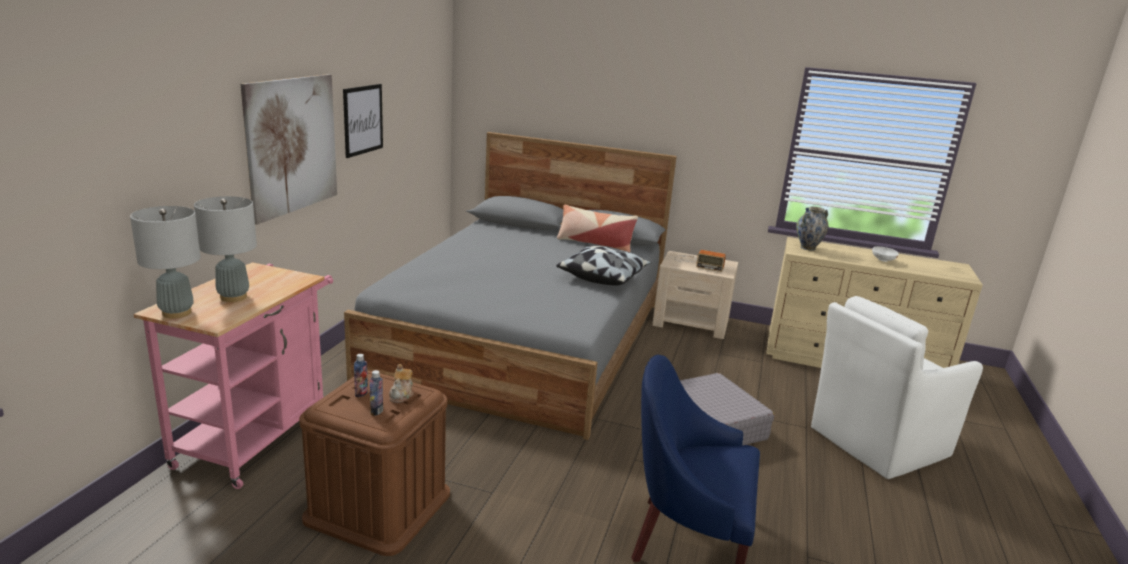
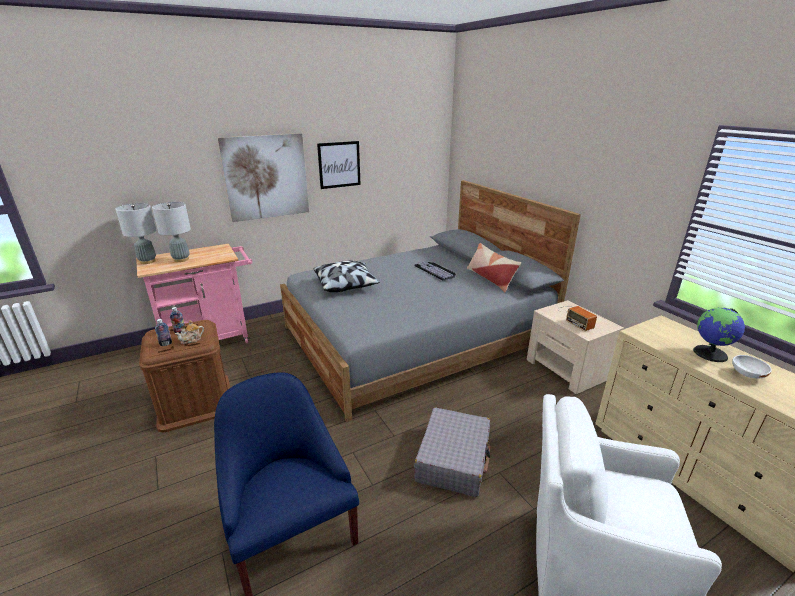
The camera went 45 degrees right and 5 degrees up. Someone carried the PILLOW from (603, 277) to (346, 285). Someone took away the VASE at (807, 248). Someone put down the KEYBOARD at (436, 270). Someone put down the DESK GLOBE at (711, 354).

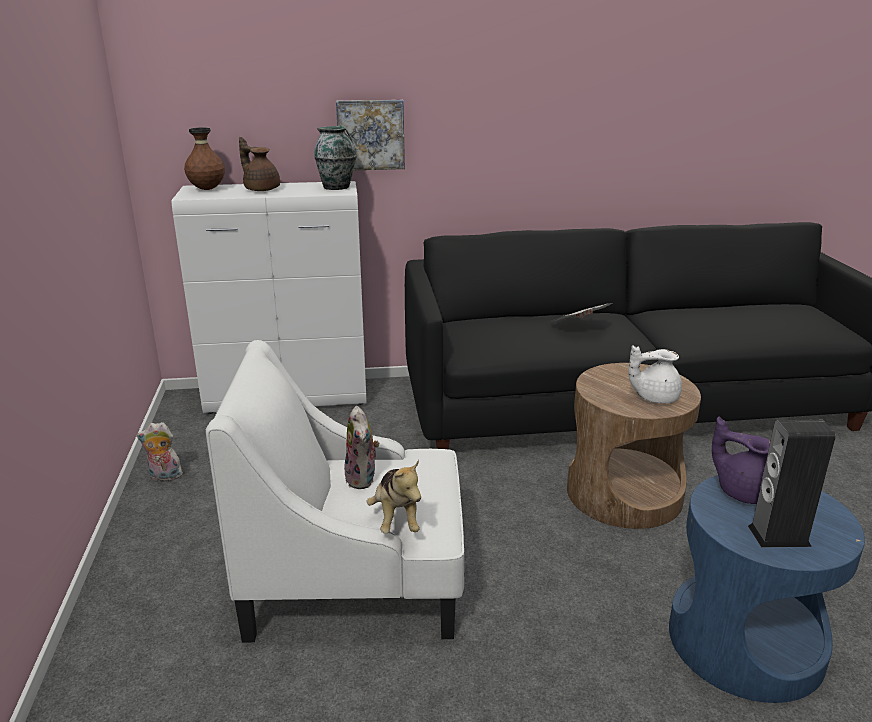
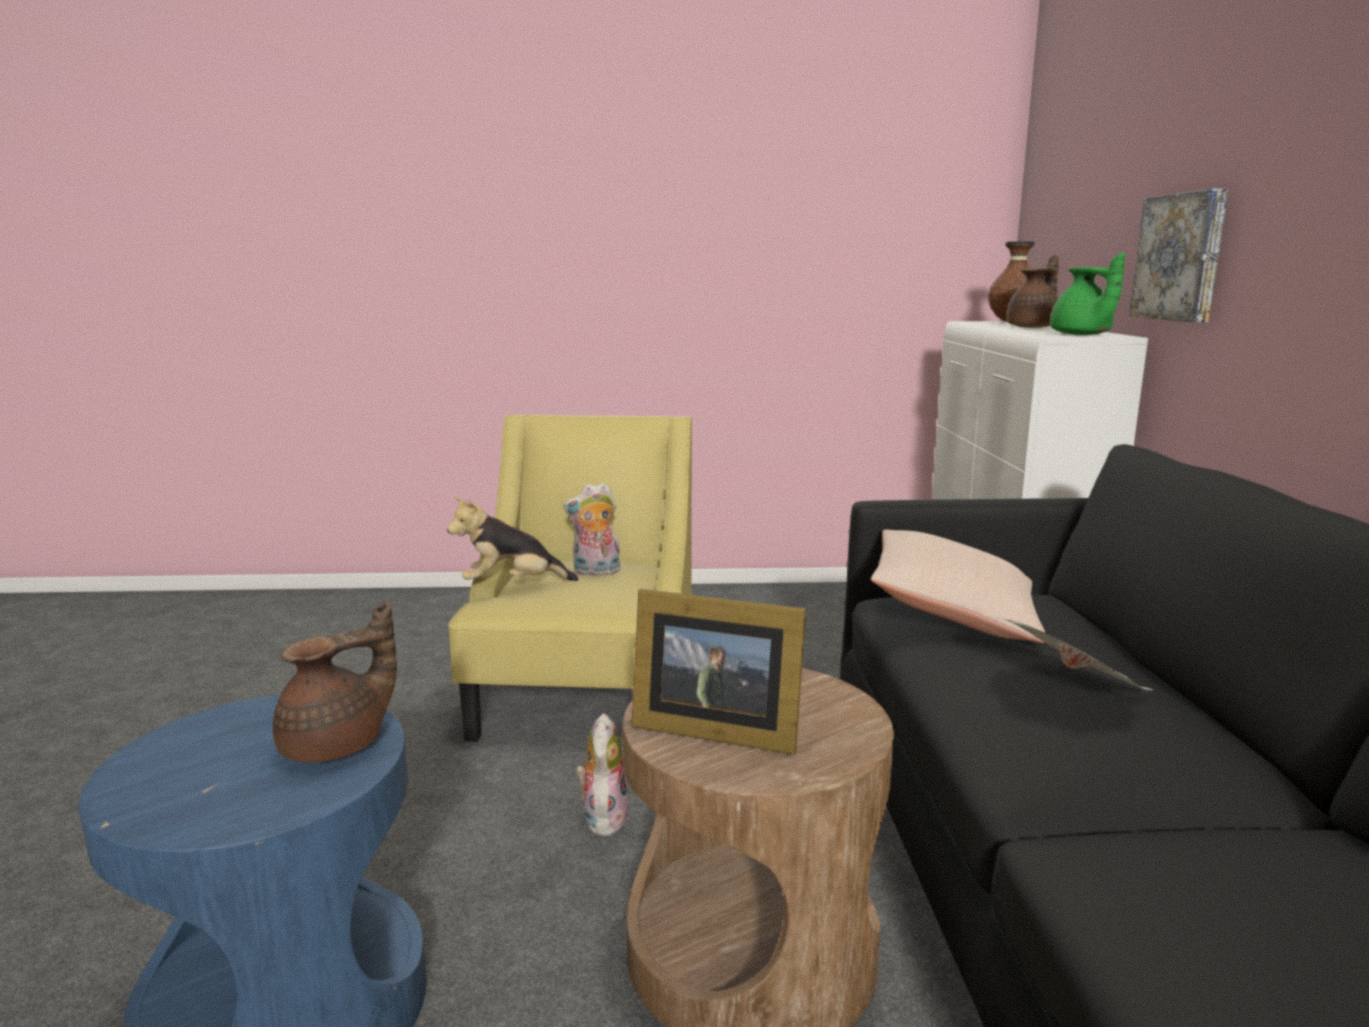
The camera went 95 degrees right and 10 degrees down. Someone carried the PLUSH TOY from (164, 477) to (603, 818). Someone repainted the WHITISH ARMCHAIR at (356, 579), which became the YELLOW-COLOURED ARMCHAIR at (588, 689). Someone swapped the VASE at (337, 187) for the GREENISH TEA POT at (1081, 335). Someone swapped the WHITISH TEA POT at (654, 397) for the PICTURE FRAME at (712, 728). Someone repainted the PURPLISH TEA POT at (742, 491), which became the BROWN TEA POT at (338, 745). Someone took away the SPEAKER at (779, 536). Someone put down the SAND-COLOURED PILLOW at (953, 613).

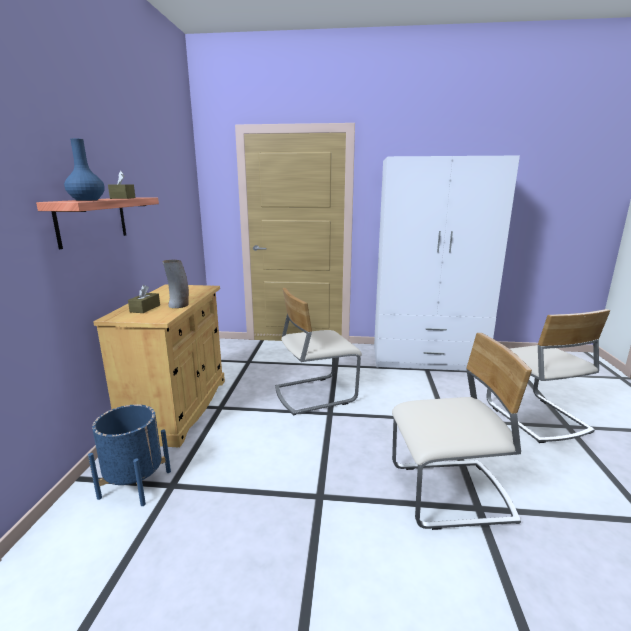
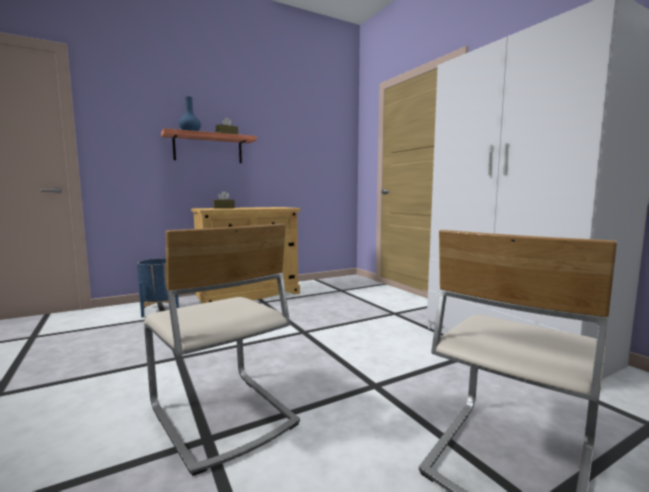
The camera went 55 degrees right and 10 degrees down. Someone took away the VASE at (179, 305). Someone took away the SAND-COLOURED UPRIGHT CHAIR at (314, 394).

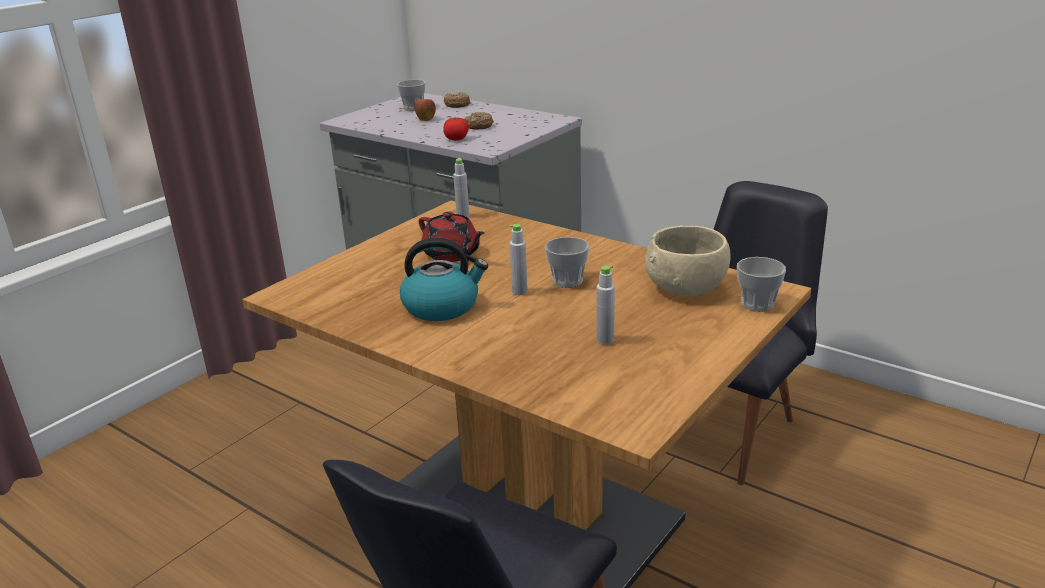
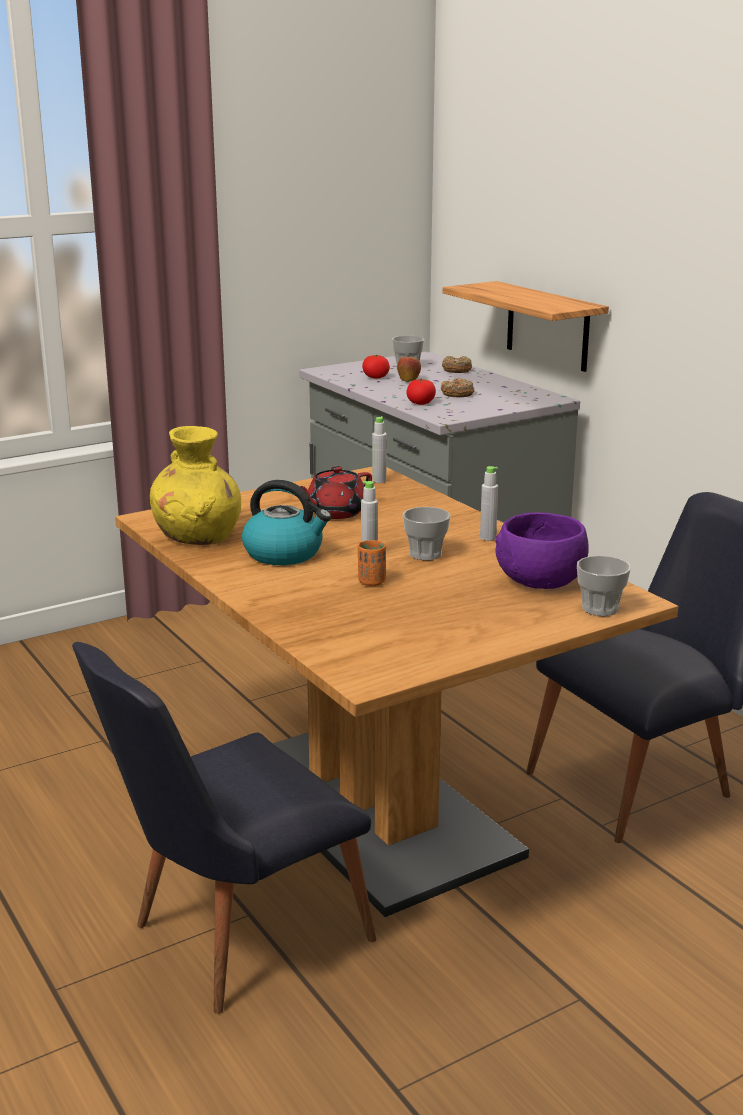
The camera went 20 degrees right and 5 degrees down. Someone rotated the RED TEA POT at (452, 255) by 75 degrees clockwise. Someone carried the GREYISH DRINK BOTTLE from (605, 340) to (488, 537). Someone repainted the SAND-COLOURED DEEP DISH at (685, 288), which became the PURPLISH DEEP DISH at (539, 582). Someone put down the YELLOW-COLOURED VASE at (198, 537). Someone put down the ORANGE CUP at (371, 582). Someone put down the WHOLE TOMATO at (375, 377). Someone put up the SHELF at (547, 326).

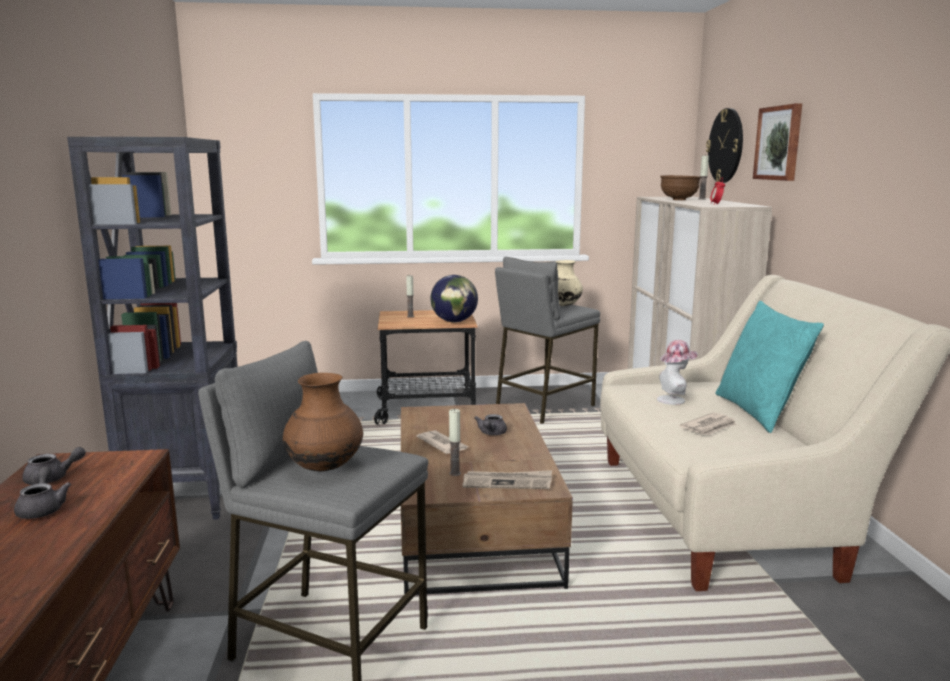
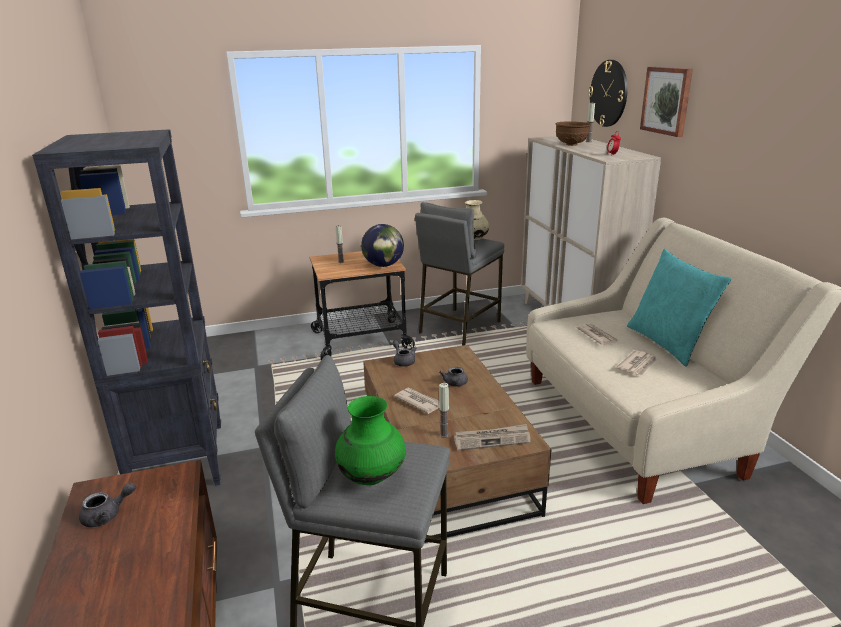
The camera went 10 degrees left and 10 degrees up. Someone carried the GREYISH TEA POT from (43, 508) to (403, 361). Someone repainted the BROWN VASE at (325, 468), which became the GREENISH VASE at (372, 476). Someone swapped the CLOTHING HAT at (674, 399) for the PRINTED PAPER at (597, 336).

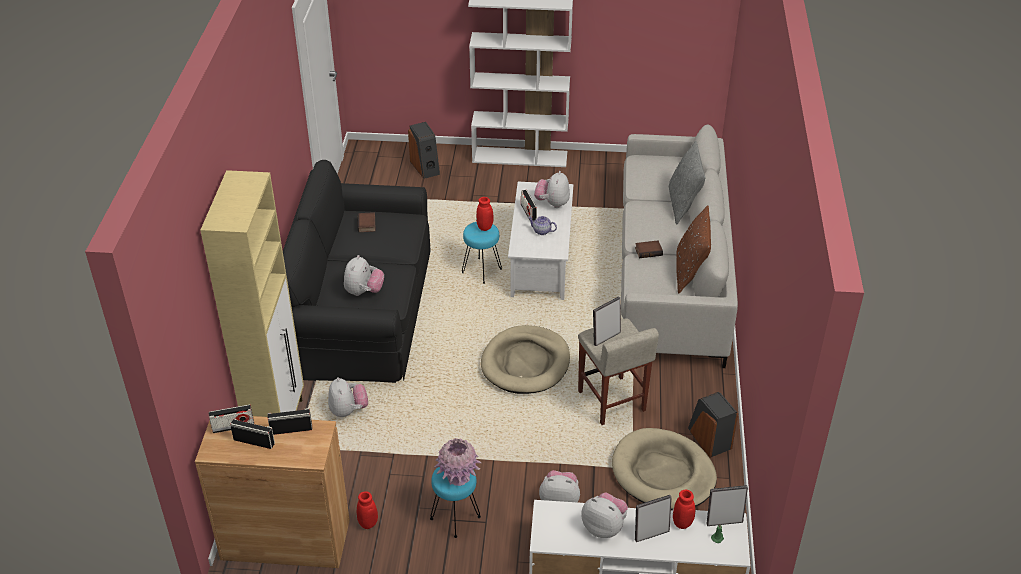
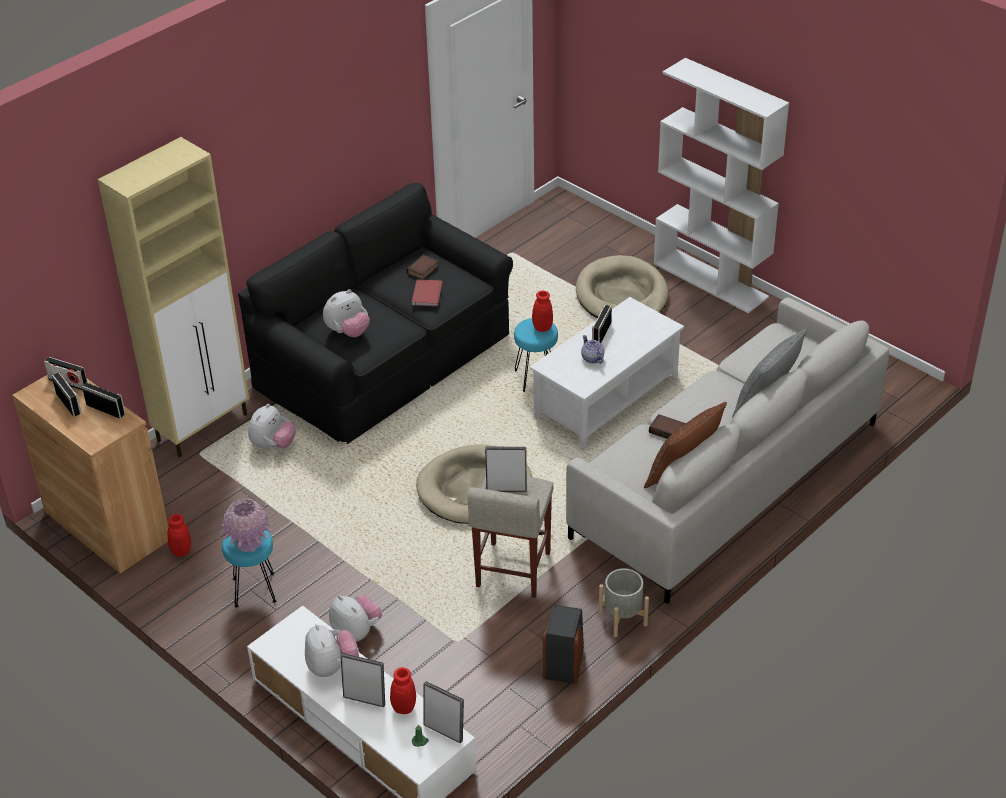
The camera went 40 degrees right and 0 degrees up. Someone took away the SPEAKER at (425, 167). Someone took away the PLUSH TOY at (552, 203). Someone carried the SAND-COLOURED DOG BED from (663, 473) to (622, 296). Someone put down the RED VOLUME at (426, 294). Someone put down the GREYISH FLOWER POT at (623, 618).

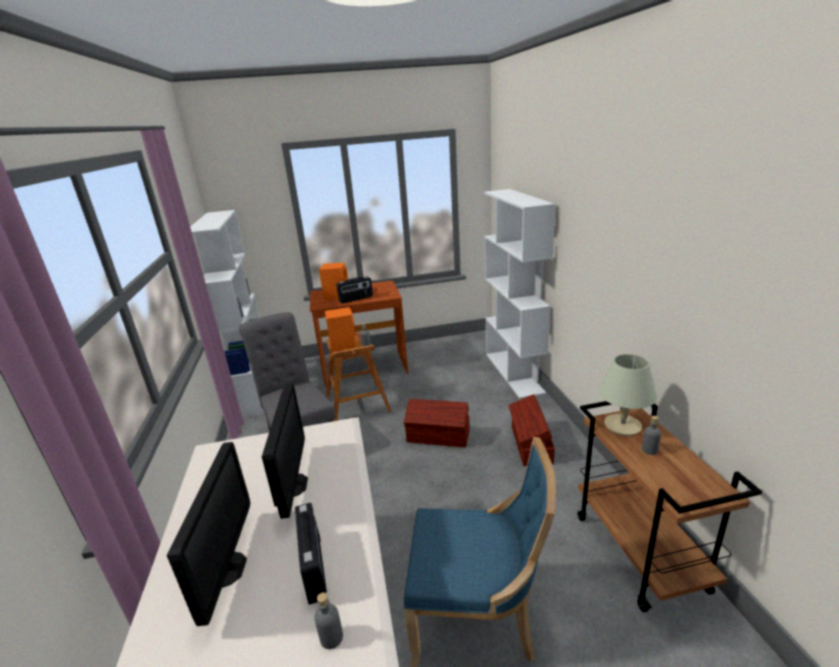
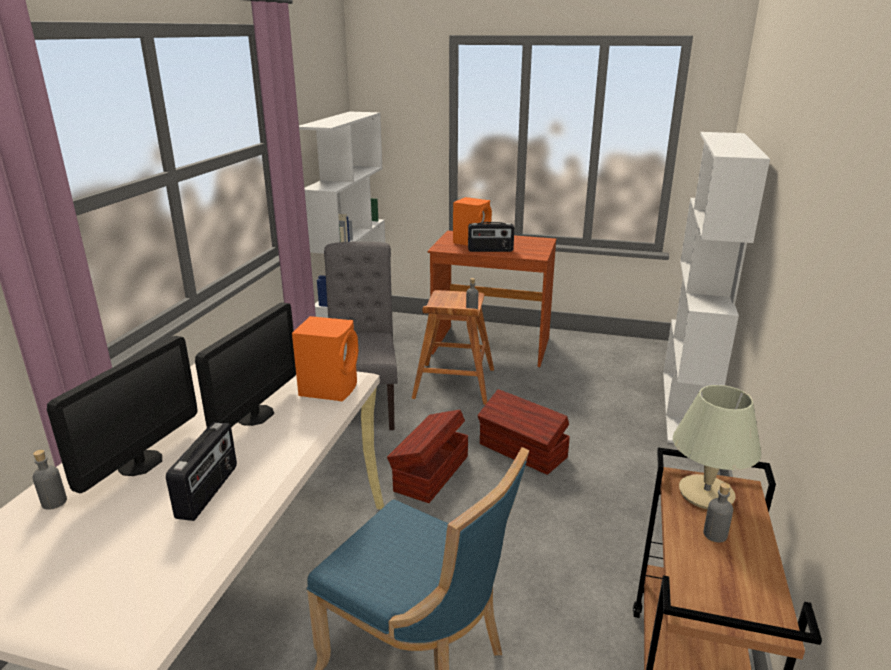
The camera went 25 degrees right and 0 degrees up. Someone carried the GREYISH DRINK BOTTLE from (331, 638) to (54, 502). Someone carried the ORANGE SPEAKER from (343, 345) to (330, 388). Someone carried the BROWN STORAGE BIN from (530, 445) to (430, 473).

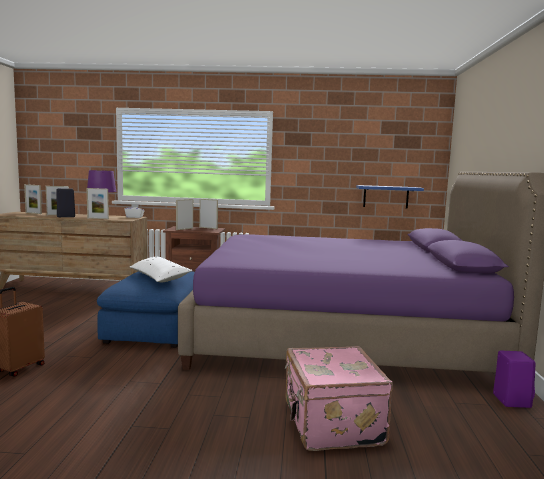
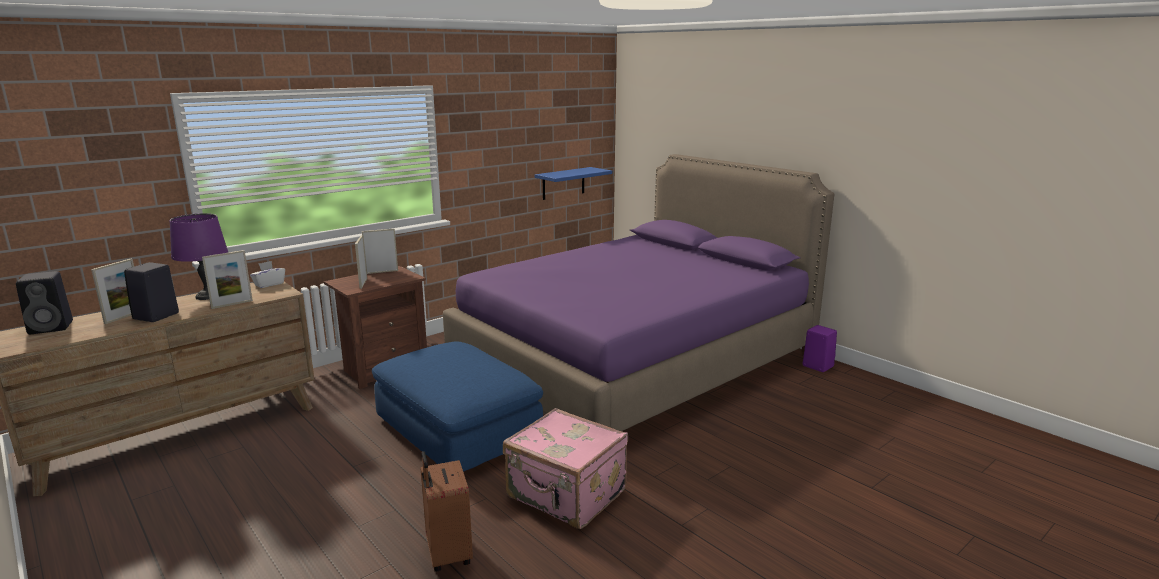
The camera went 45 degrees left and 10 degrees up. Someone swapped the PICTURE FRAME at (33, 213) for the BLACKISH SPEAKER at (52, 327). Someone took away the WHITISH PILLOW at (159, 277). Someone carried the PINKISH SUITCASE from (331, 424) to (566, 495).

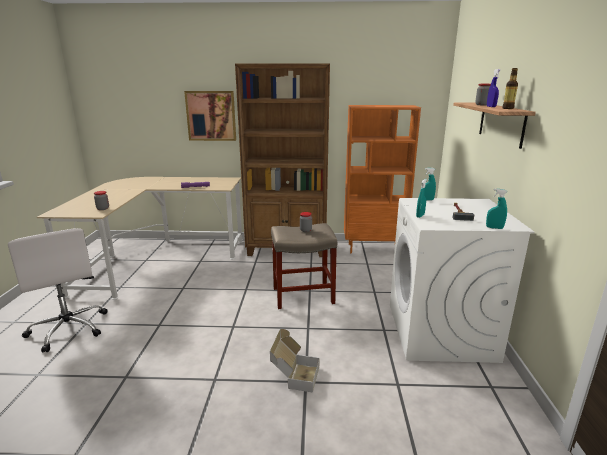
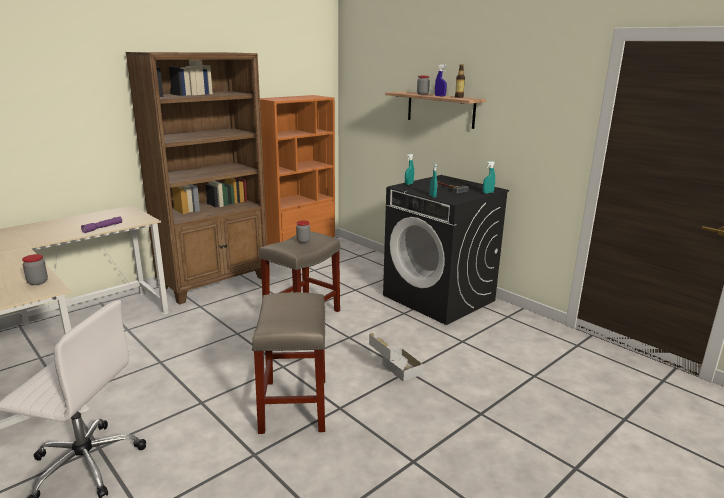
The camera went 45 degrees left and 0 degrees up. Someone took away the WALL PICTURE at (211, 116). Someone repainted the WHITISH WASHING MACHINE at (440, 332), which became the BLACKISH WASHING MACHINE at (439, 298). Someone put down the SAND-COLOURED STOOL SEAT at (293, 404).

